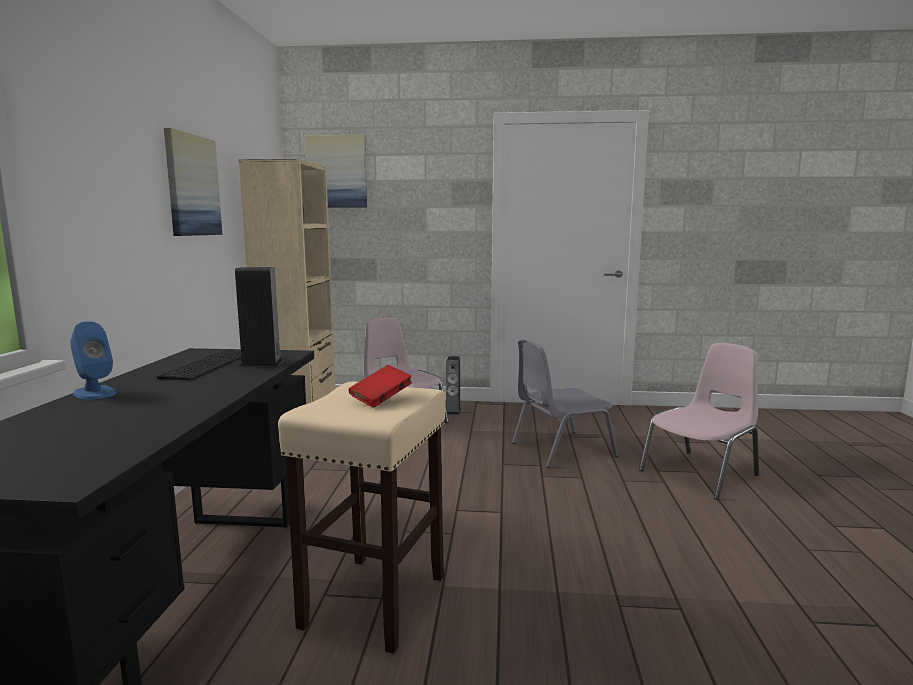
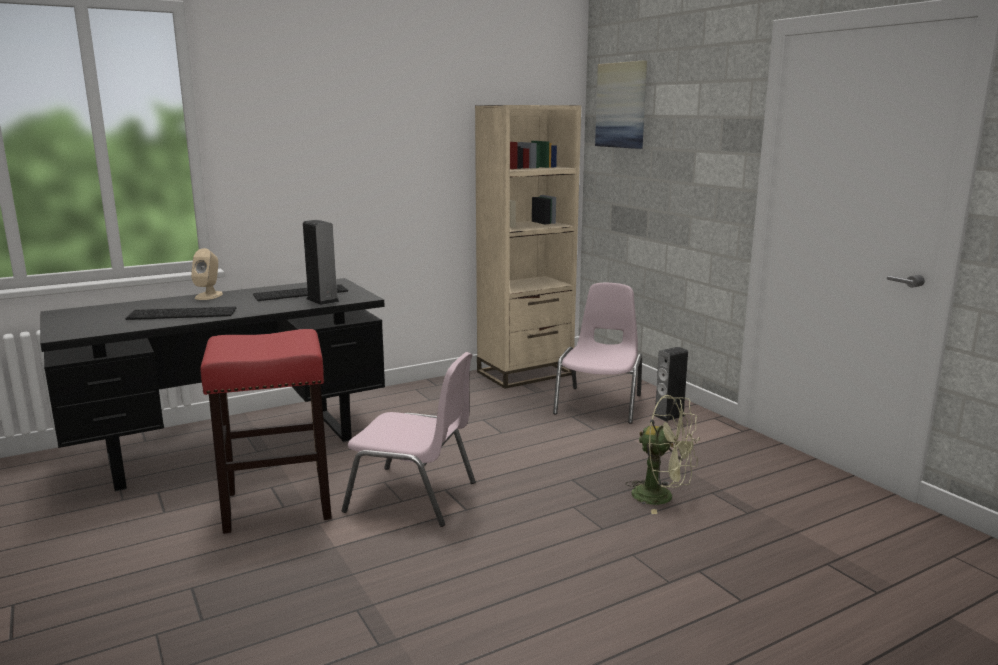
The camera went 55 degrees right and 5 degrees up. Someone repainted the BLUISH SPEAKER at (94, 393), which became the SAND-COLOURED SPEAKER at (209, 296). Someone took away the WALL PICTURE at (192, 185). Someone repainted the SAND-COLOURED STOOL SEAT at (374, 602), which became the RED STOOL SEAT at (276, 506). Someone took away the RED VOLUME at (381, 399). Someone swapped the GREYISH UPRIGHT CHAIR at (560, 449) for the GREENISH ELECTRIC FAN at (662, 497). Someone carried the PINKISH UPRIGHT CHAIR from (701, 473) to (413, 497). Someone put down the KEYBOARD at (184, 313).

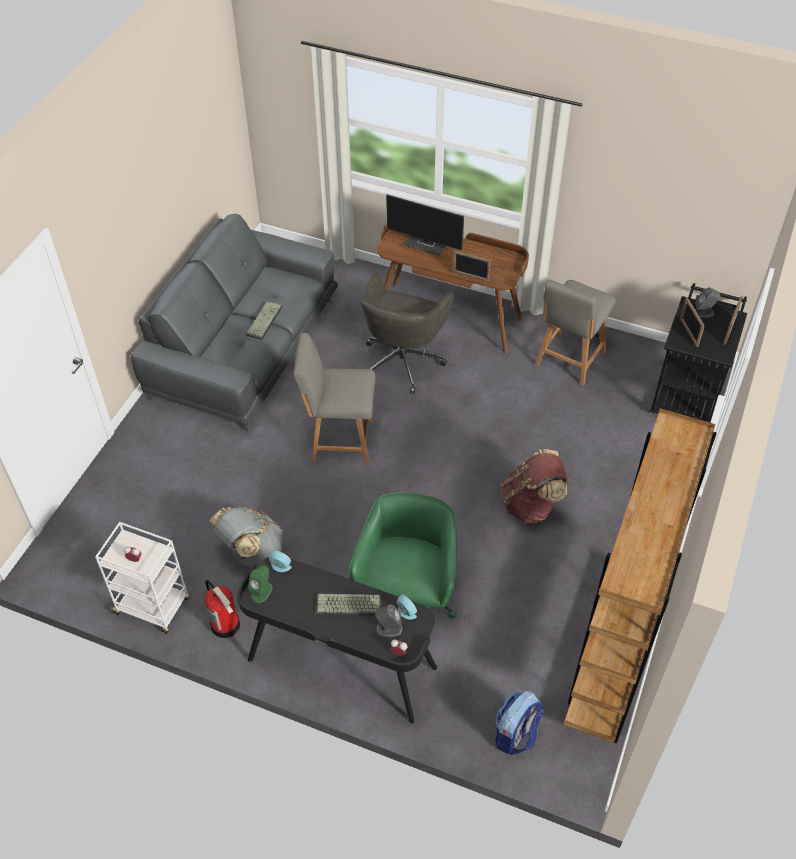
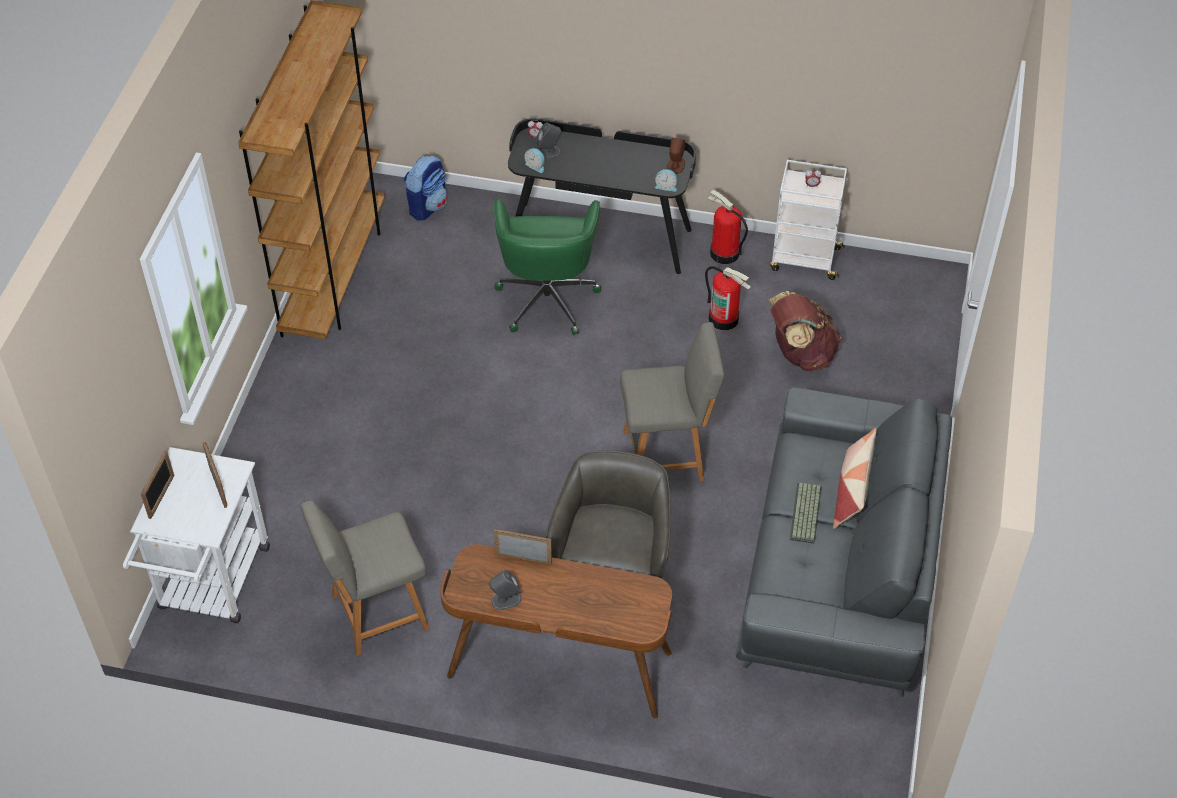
The camera went 170 degrees right and 0 degrees up. Someone swapped the GREYISH KNAPSACK at (252, 553) for the EXTINGUISHER at (724, 319). Someone repainted the GREENISH SPEAKER at (261, 591), which became the BROWN SPEAKER at (675, 165). Someone took away the KEYBOARD at (347, 605). Someone took away the COMPUTER DISPLAY at (427, 243). Someone carried the BROWN KNAPSACK from (531, 505) to (800, 354). Someone rotated the GREYISH UPRIGHT CHAIR at (569, 360) by 135 degrees counterclockwise. Someone repainted the BLACKISH CART at (687, 391), which became the WHITISH CART at (211, 586). Someone carried the GREYISH SPEAKER from (704, 312) to (505, 600). Someone put down the PILLOW at (852, 491).

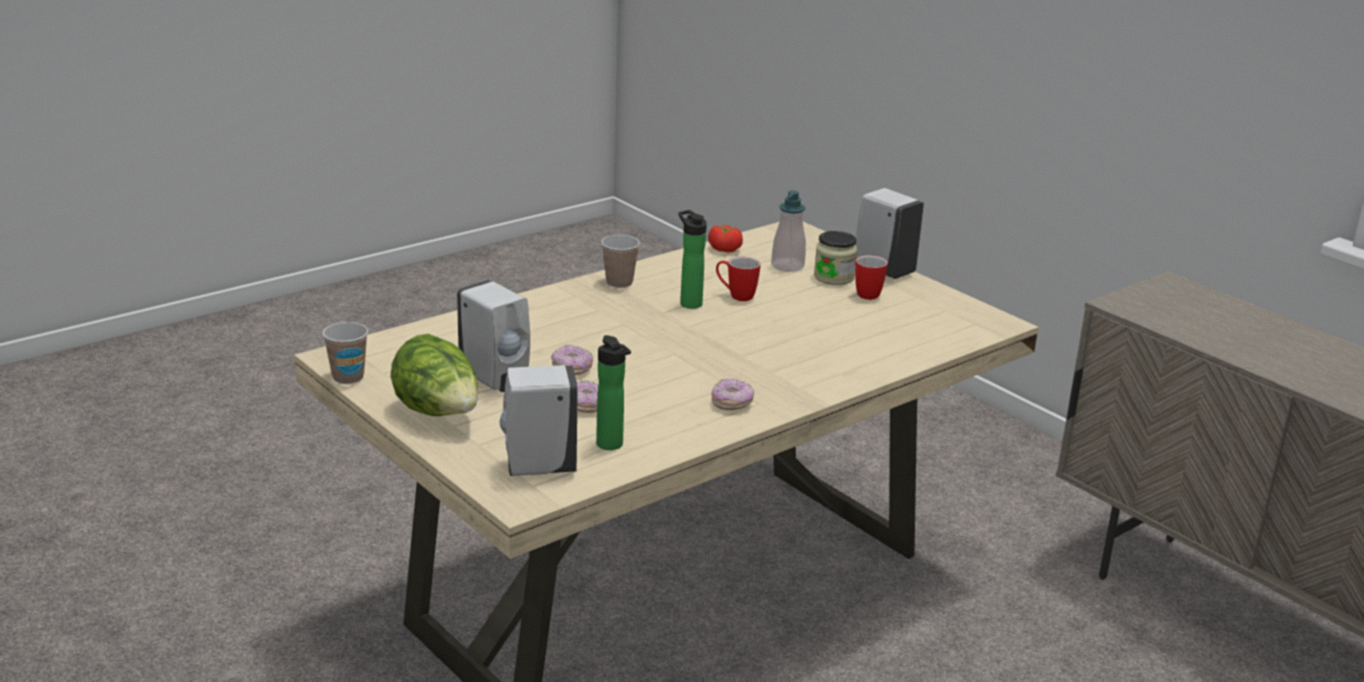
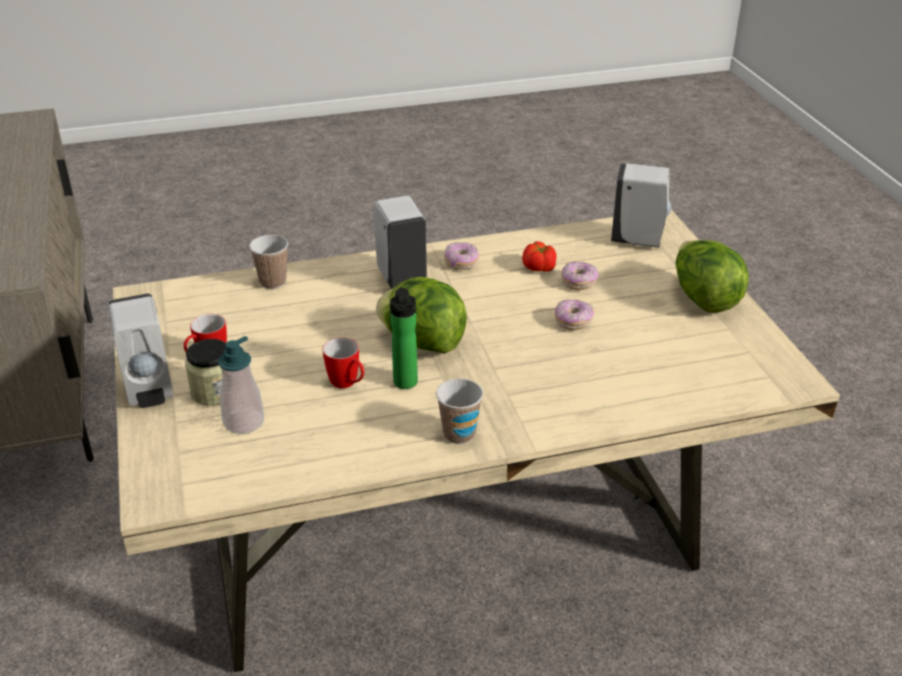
The camera went 155 degrees left and 10 degrees up. Someone carried the CUP from (348, 377) to (273, 282). Someone carried the WHITISH SOAP BOTTLE from (495, 380) to (401, 278). Someone took away the DRINK BOTTLE at (611, 446). Someone carried the WHOLE TOMATO from (725, 249) to (538, 268). Someone put down the HEAD OF LETTUCE at (422, 343).

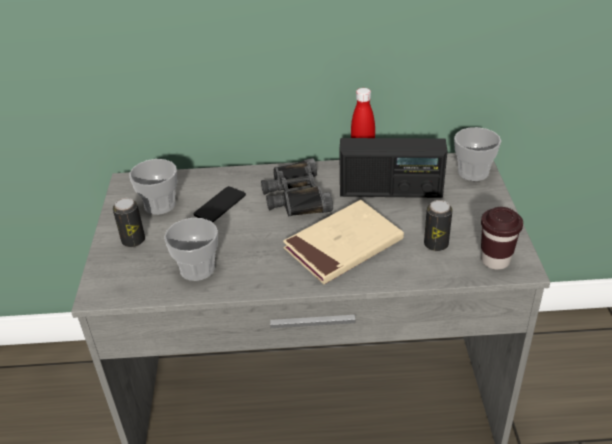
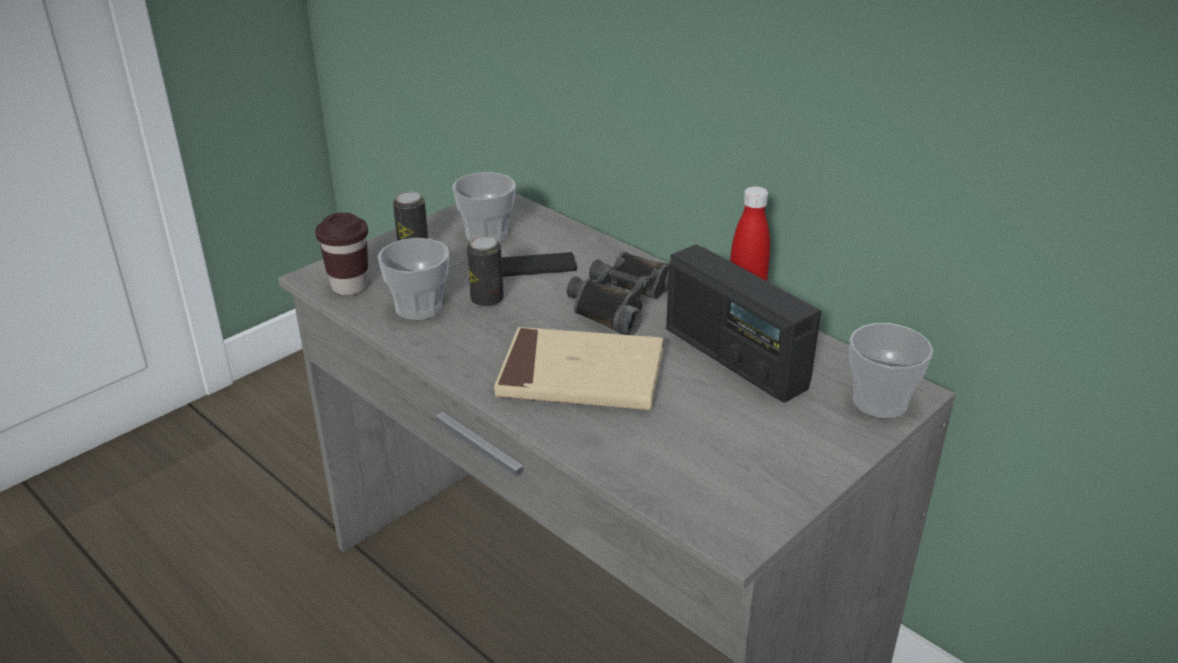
The camera went 45 degrees right and 5 degrees down. Someone carried the SEALED CAN from (436, 244) to (487, 299). Someone carried the BROWN CUP from (495, 261) to (350, 287).

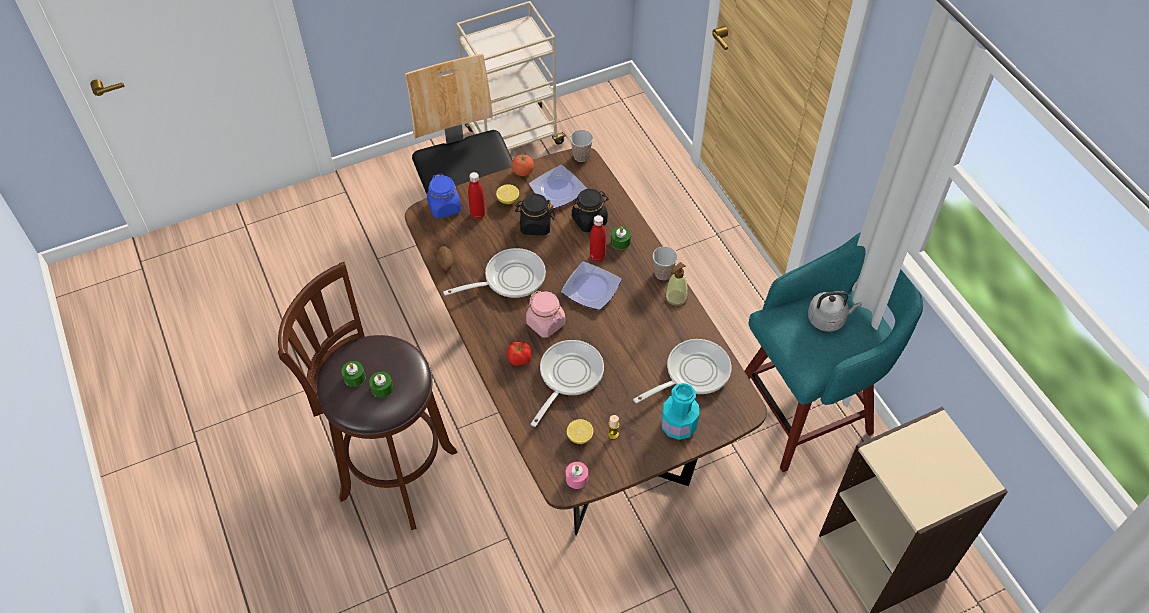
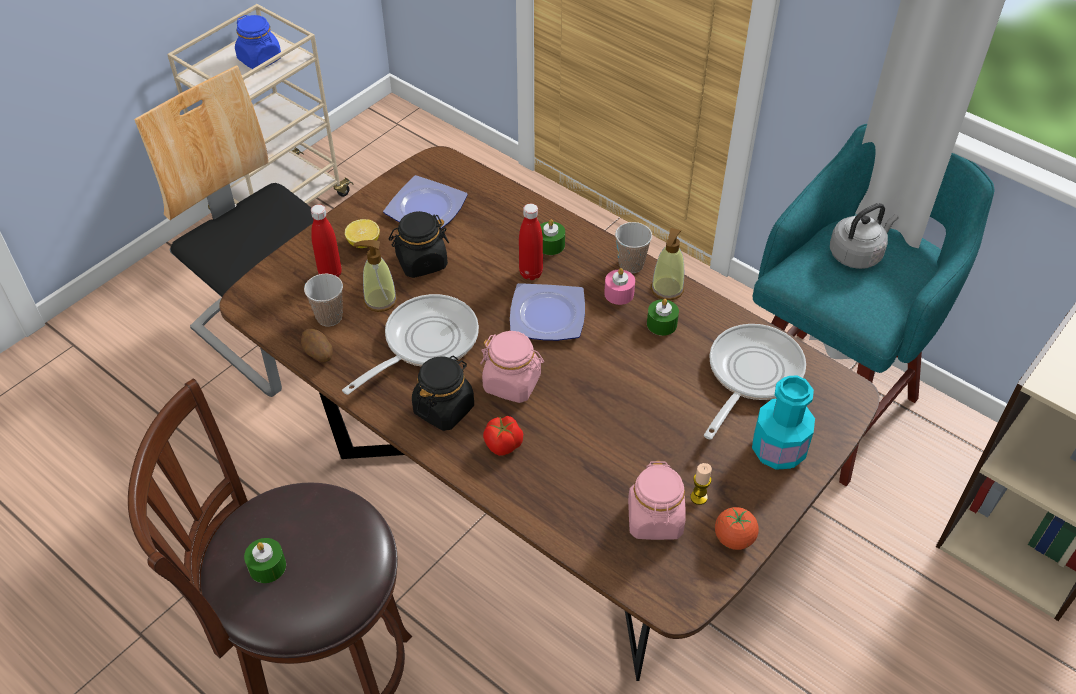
The camera went 25 degrees left and 5 degrees down. Someone carried the GREENISH CANDLE from (382, 388) to (661, 324). Someone carried the BLUISH JAR from (444, 207) to (260, 59). Someone carried the WHOLE TOMATO from (522, 172) to (734, 539). Someone took away the SKILLET at (568, 376). Someone carried the PINKISH CANDLE from (576, 478) to (619, 293). Someone swapped the WHOLE LEMON at (580, 437) for the PINKISH JAR at (655, 519). Someone carried the CUP from (581, 156) to (329, 317). Someone carried the BLACKISH JAR from (589, 220) to (444, 408). Someone put down the SOAP BOTTLE at (380, 300).

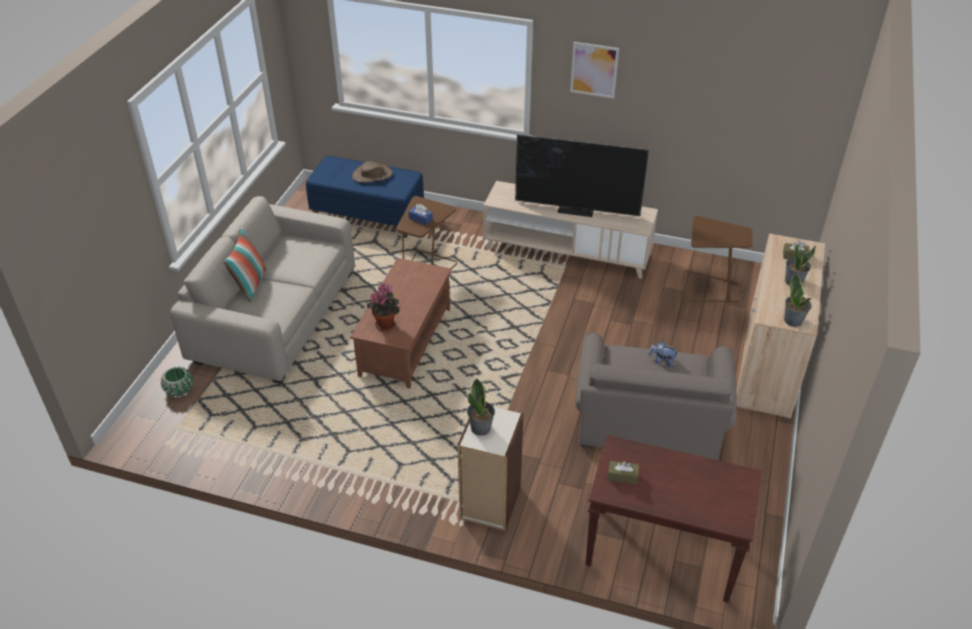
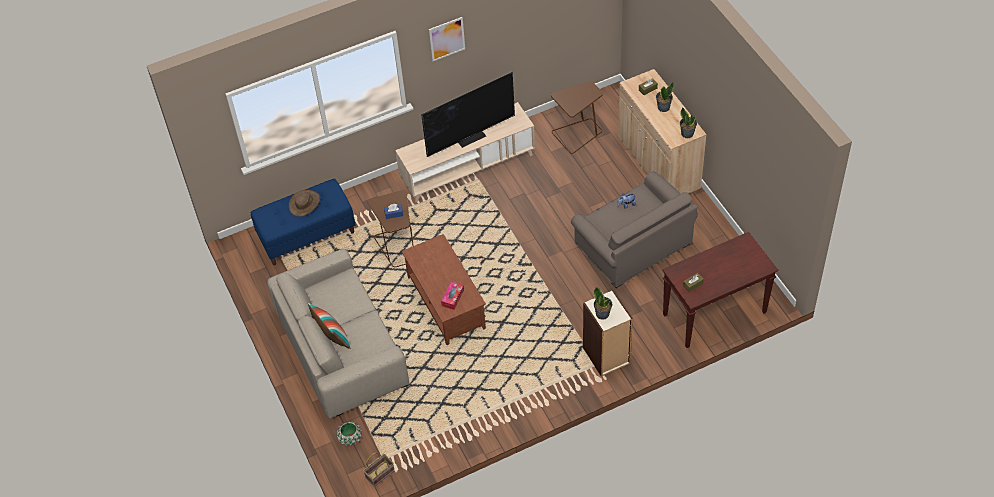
The camera went 40 degrees left and 10 degrees up. Someone swapped the PLANT IN A POT at (386, 324) for the TISSUE BOX at (452, 298). Someone put down the BASKET at (380, 473).

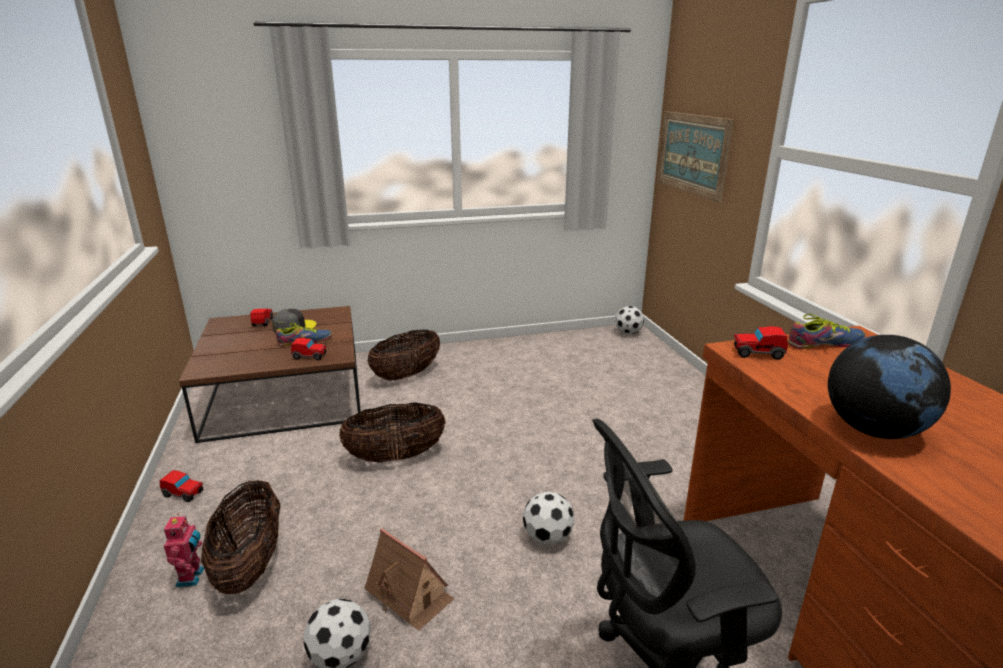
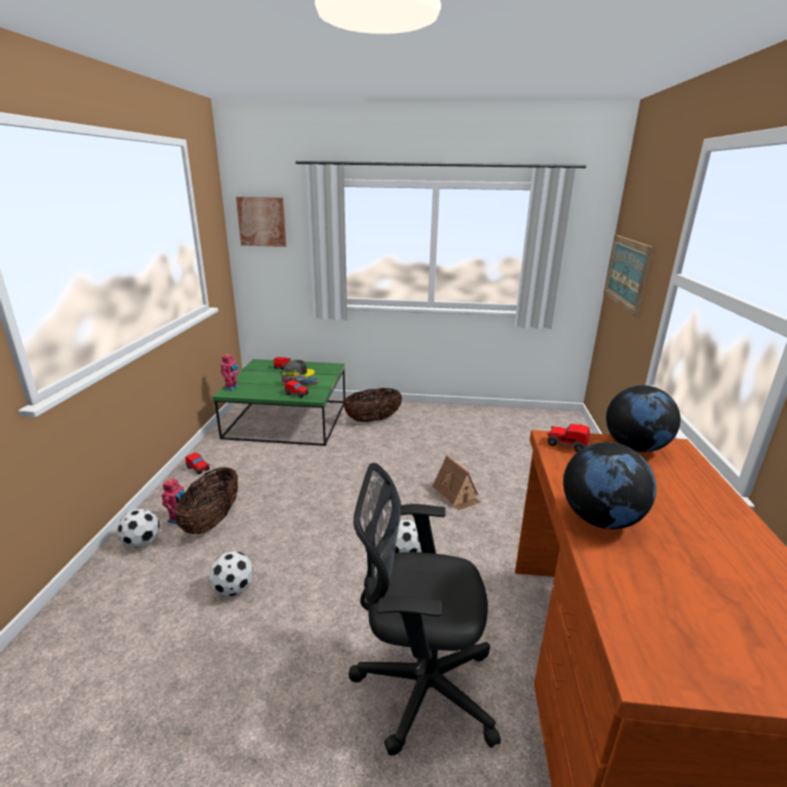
The camera went 20 degrees right and 0 degrees up. Someone repainted the BROWN COFFEE TABLE at (284, 395), which became the GREENISH COFFEE TABLE at (286, 418). Someone took away the BASKET at (395, 456). Someone carried the TOY HOUSE from (410, 594) to (456, 495). Someone carried the FOOTBALL from (628, 332) to (142, 542). Someone swapped the LOW SHOE at (824, 343) for the DESK GLOBE at (635, 447). Someone put down the MODEL ROBOT at (232, 388). Someone put up the WALL PICTURE at (262, 221).

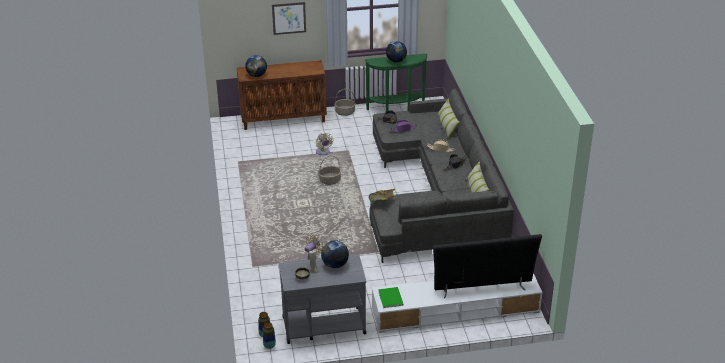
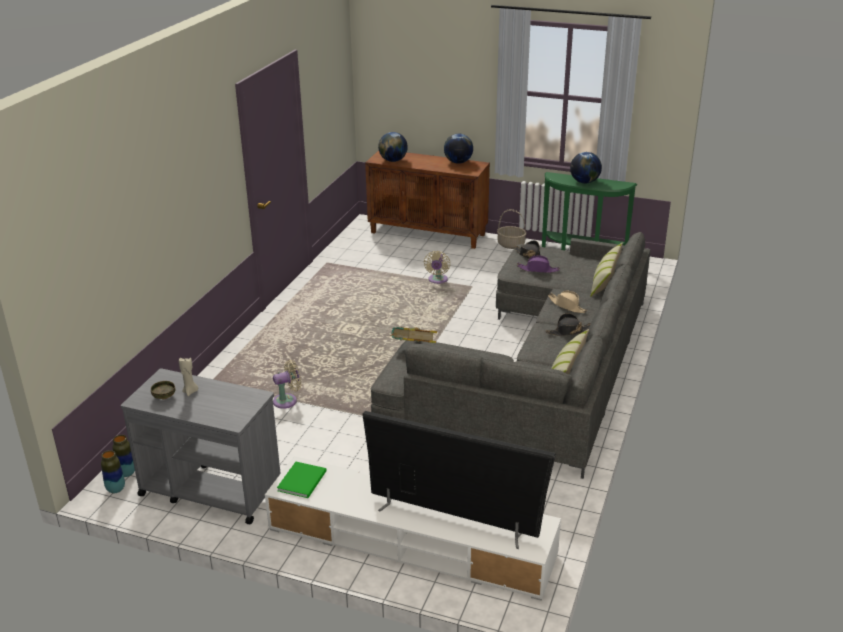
The camera went 30 degrees right and 5 degrees down. Someone took away the WALL PICTURE at (289, 18). Someone took away the BASKET at (330, 180). Someone carried the DESK GLOBE from (335, 265) to (458, 162).

